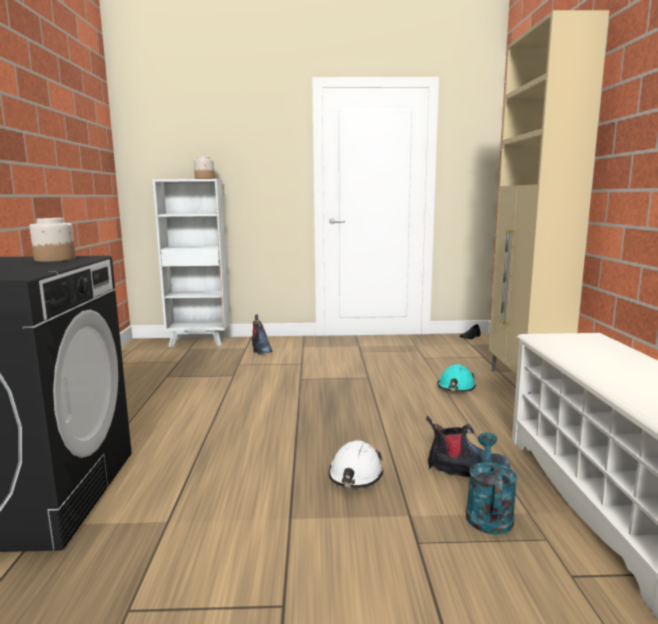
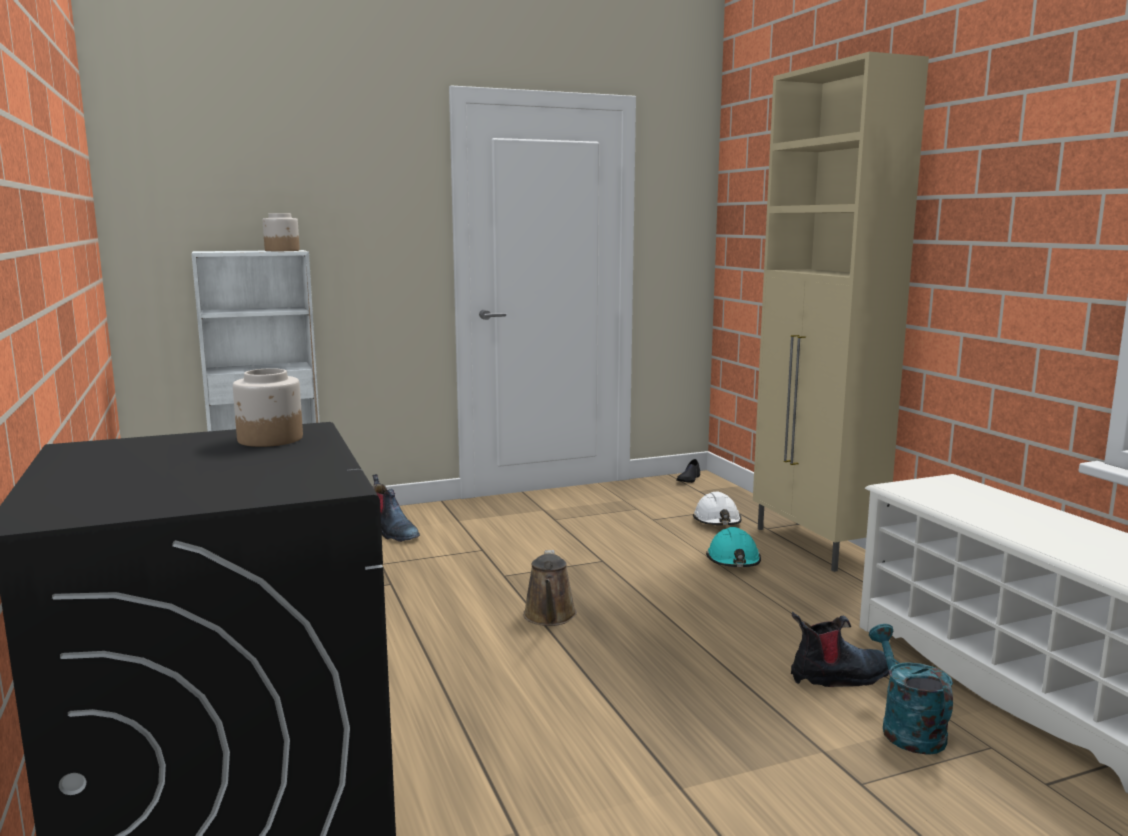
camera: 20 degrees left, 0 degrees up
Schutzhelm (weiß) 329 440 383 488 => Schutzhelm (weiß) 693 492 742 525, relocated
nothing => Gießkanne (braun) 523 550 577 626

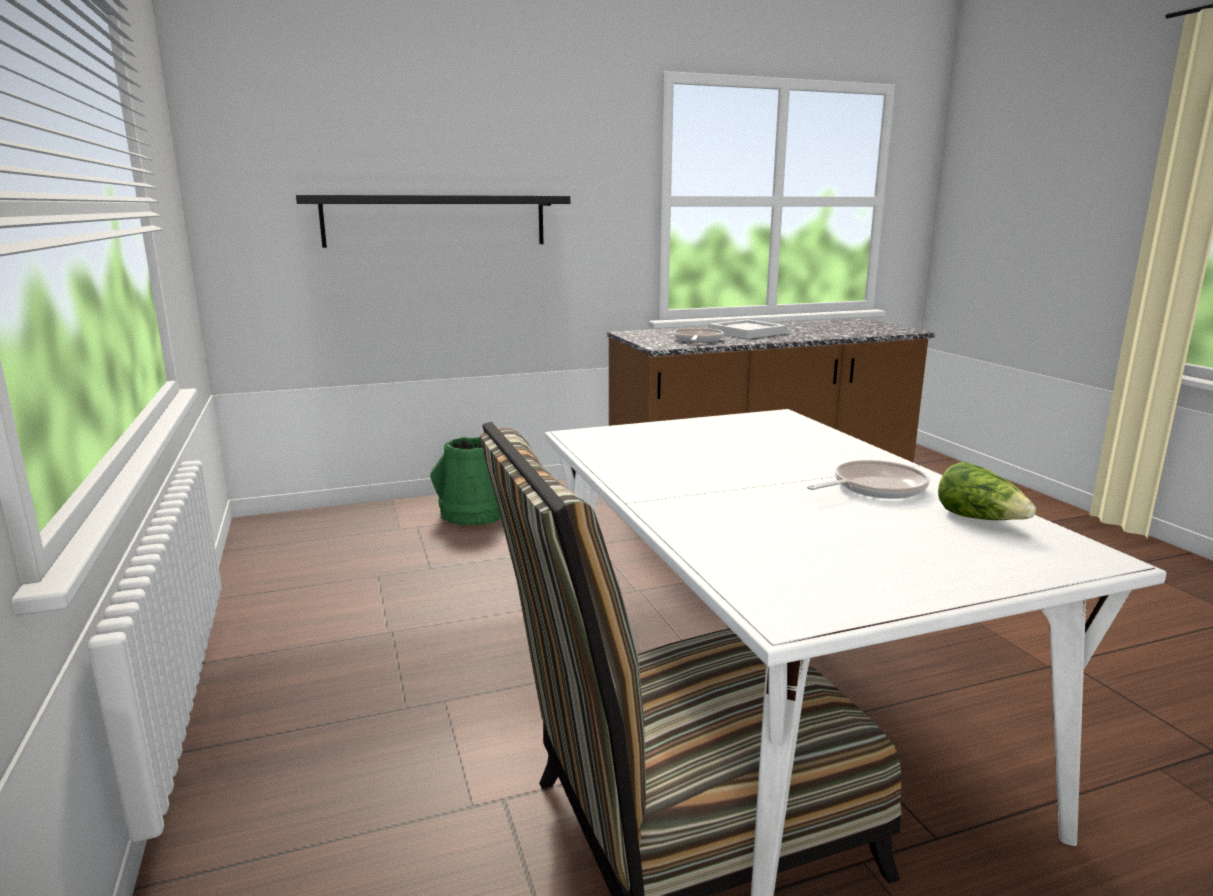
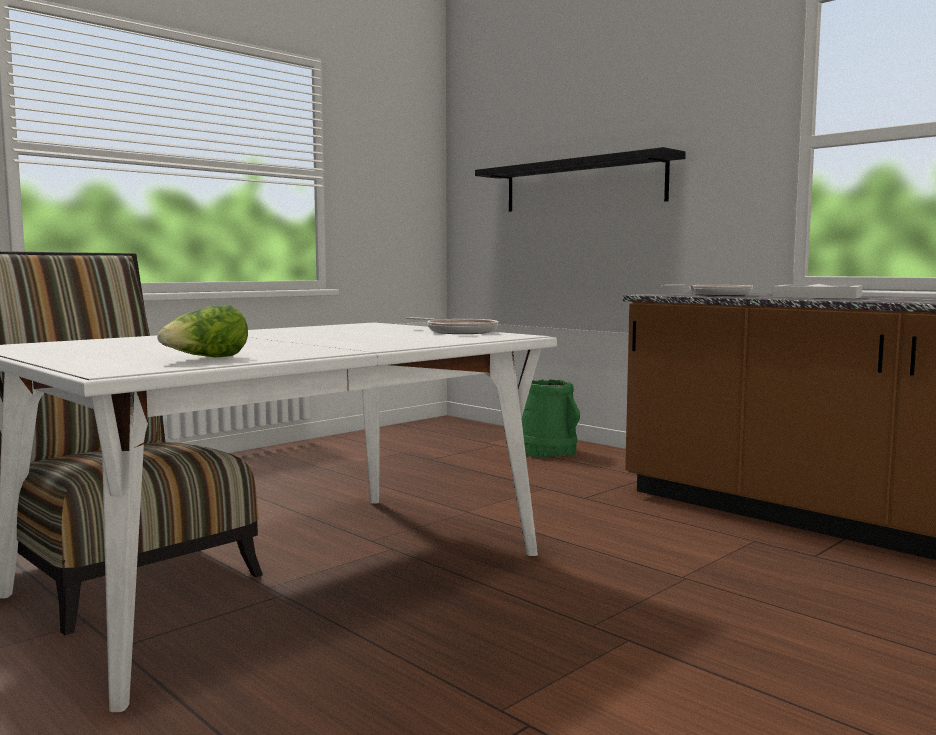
camera: 65 degrees right, 10 degrees down
Pfanne 807 460 930 499 => Pfanne 406 317 498 334, relocated

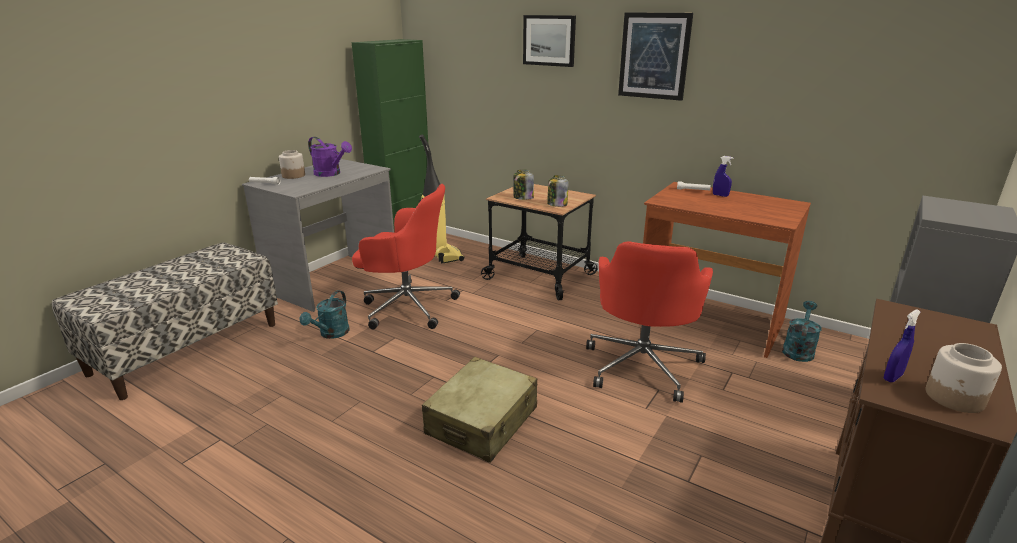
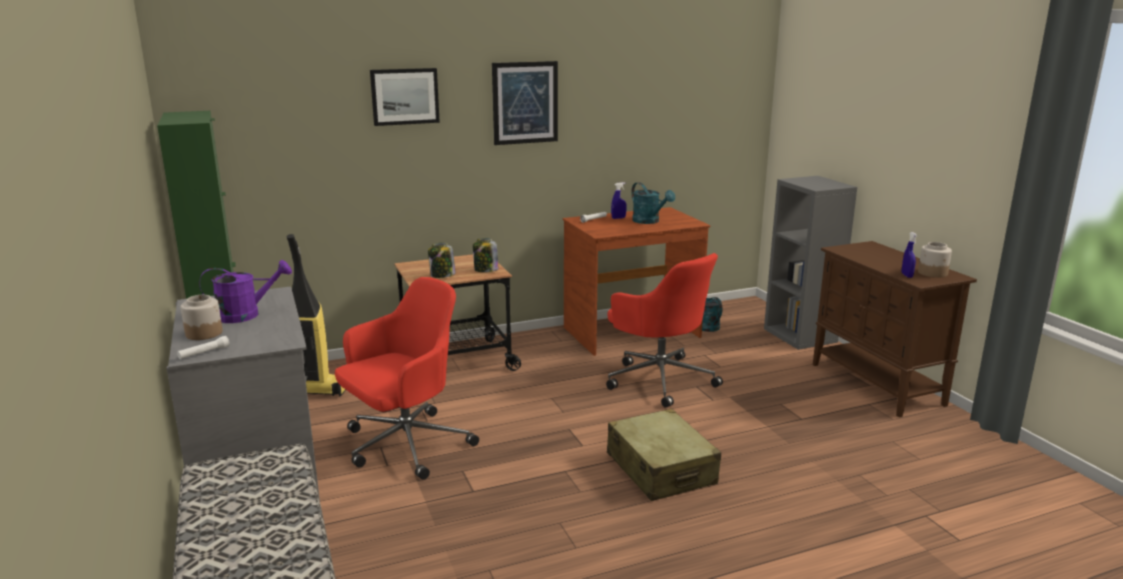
camera: 55 degrees left, 5 degrees down
Gießkanne (türkis) 300 290 350 339 => Gießkanne (türkis) 631 182 675 224, relocated

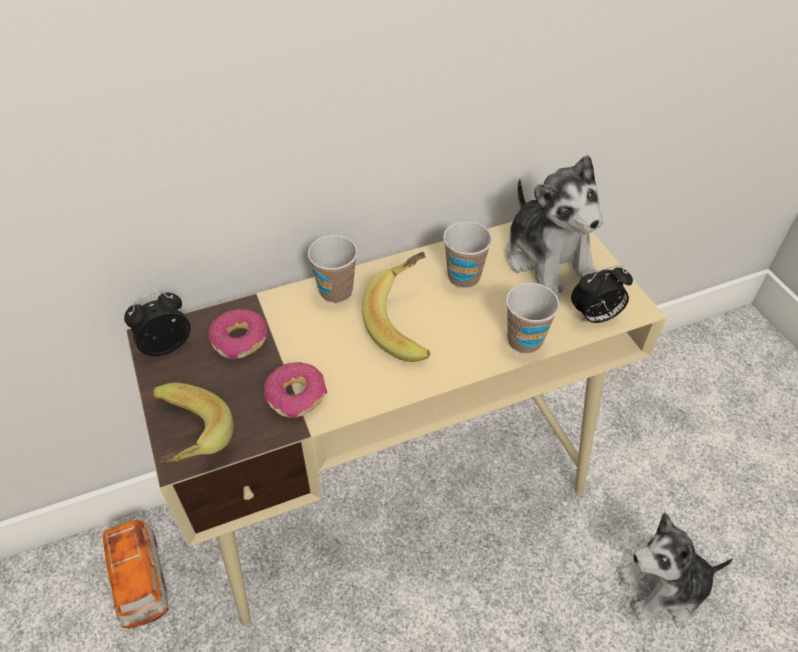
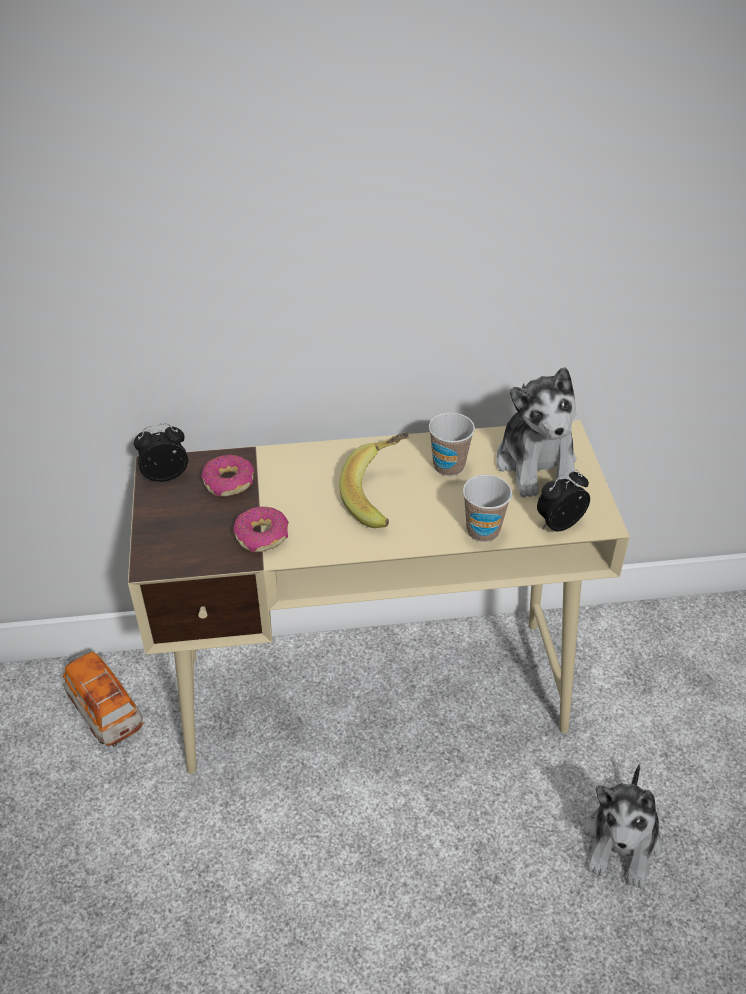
camera: 15 degrees right, 5 degrees down
Tasse 308 235 358 303 => nothing
Wecker 571 265 633 323 => Wecker 537 470 590 532, 150 degrees clockwise
Banane 152 383 234 464 => nothing
Plüschtier 618 512 733 623 => Plüschtier 584 764 662 889, 75 degrees counterclockwise
Spielzeugauto 103 519 169 628 => Spielzeugauto 61 652 144 747, 150 degrees clockwise

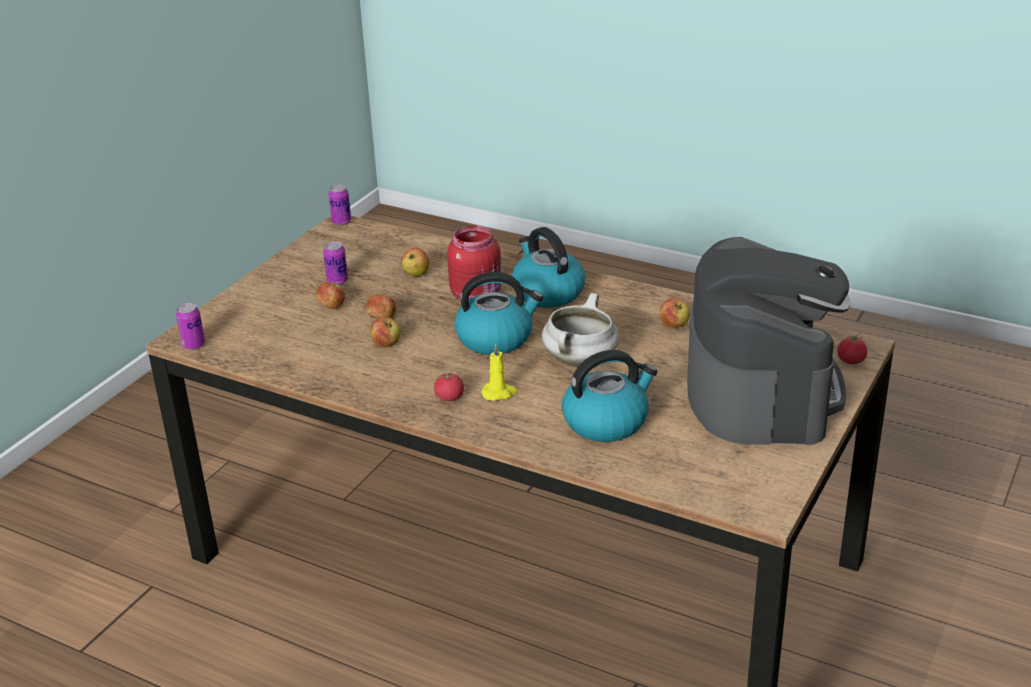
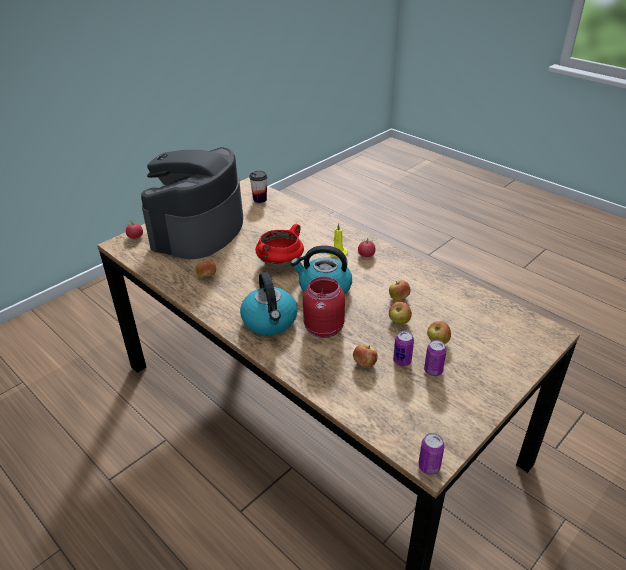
camera: 165 degrees left, 5 degrees up
Kochtopf (weiß) 542 293 619 367 => Kochtopf (rot) 256 224 304 268
Dose 176 303 205 350 => Dose 393 331 414 366, relocated
Wasserkessel 562 350 658 442 => nothing
nothing => Tasse 249 171 268 203

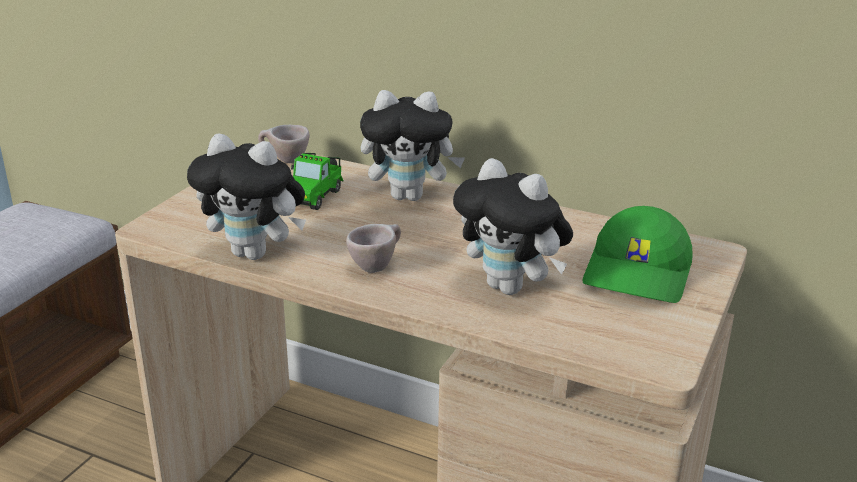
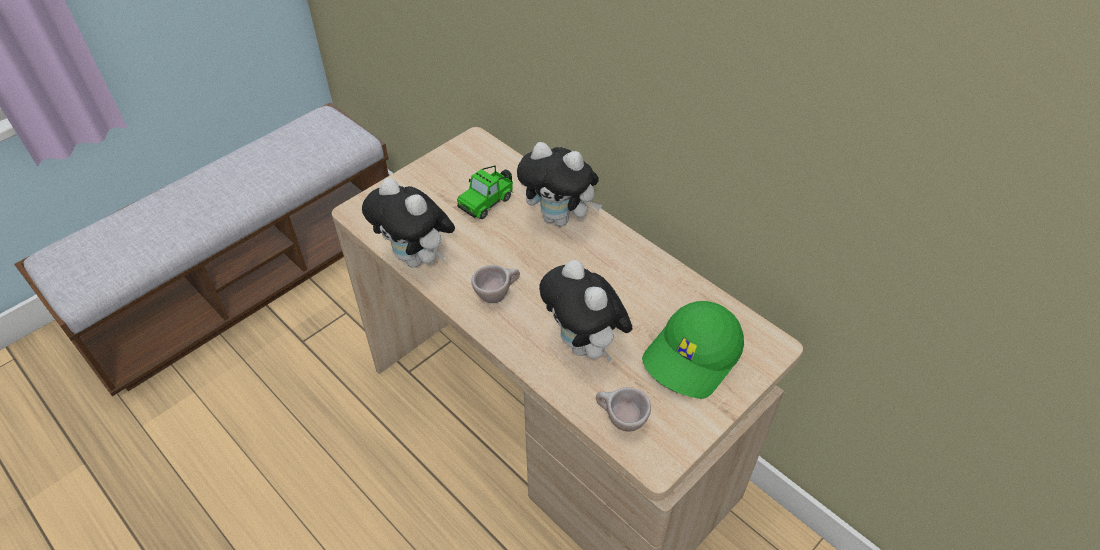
camera: 20 degrees right, 20 degrees up
Tasse (beige) 258 125 310 163 => Tasse (beige) 596 387 651 432, relocated

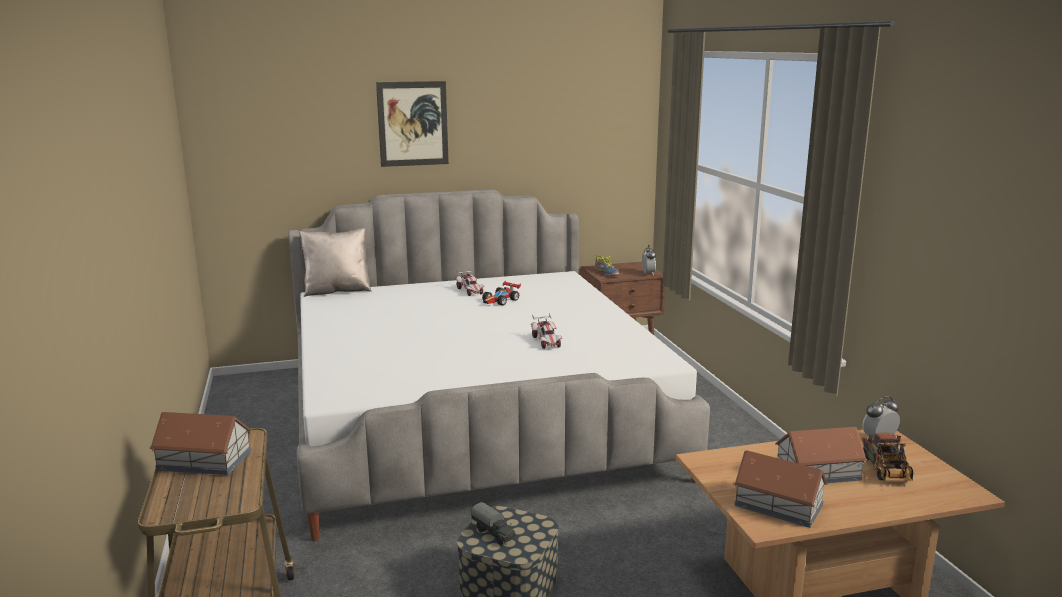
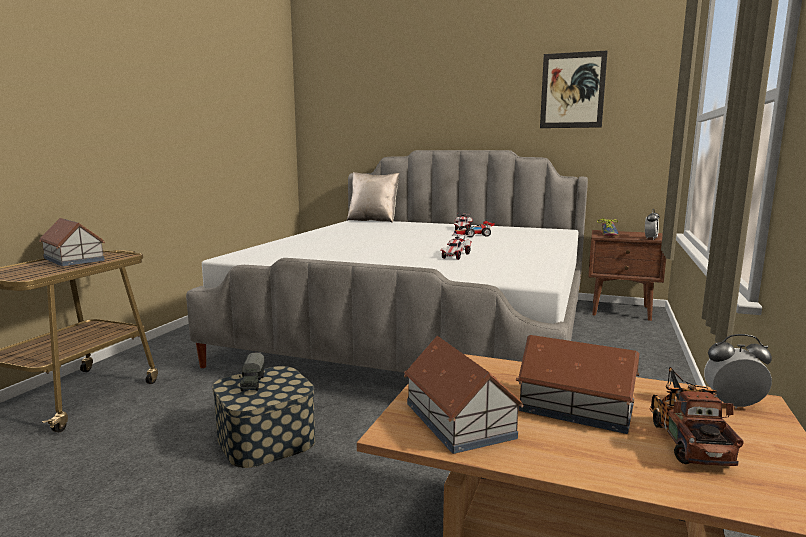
camera: 35 degrees right, 5 degrees down
Bild 376 81 449 167 => Bild 540 50 608 128, relocated
Spielzeuglaster 862 432 913 481 => Spielzeuglaster 650 367 744 466, 150 degrees clockwise

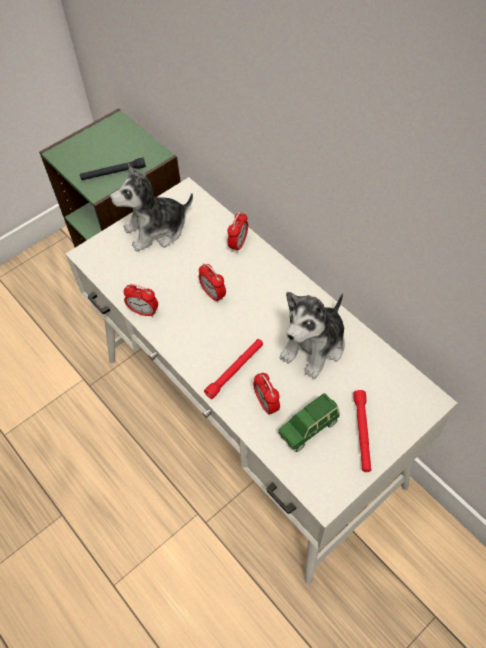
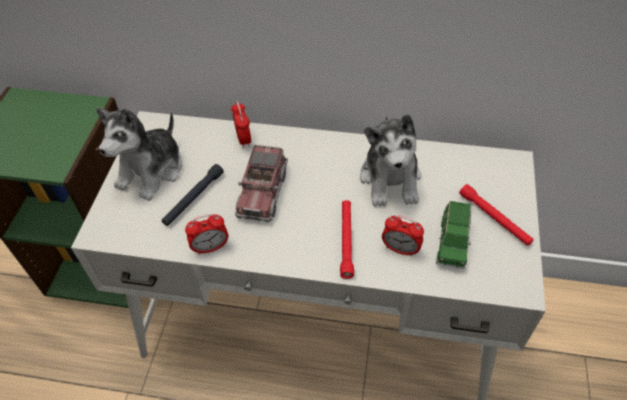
camera: 40 degrees left, 5 degrees down
Taschenlampe (schwarz) 80 158 146 180 => Taschenlampe (schwarz) 162 164 224 226, relocated
Wecker 199 264 226 303 => Spielzeuglaster 235 145 288 222

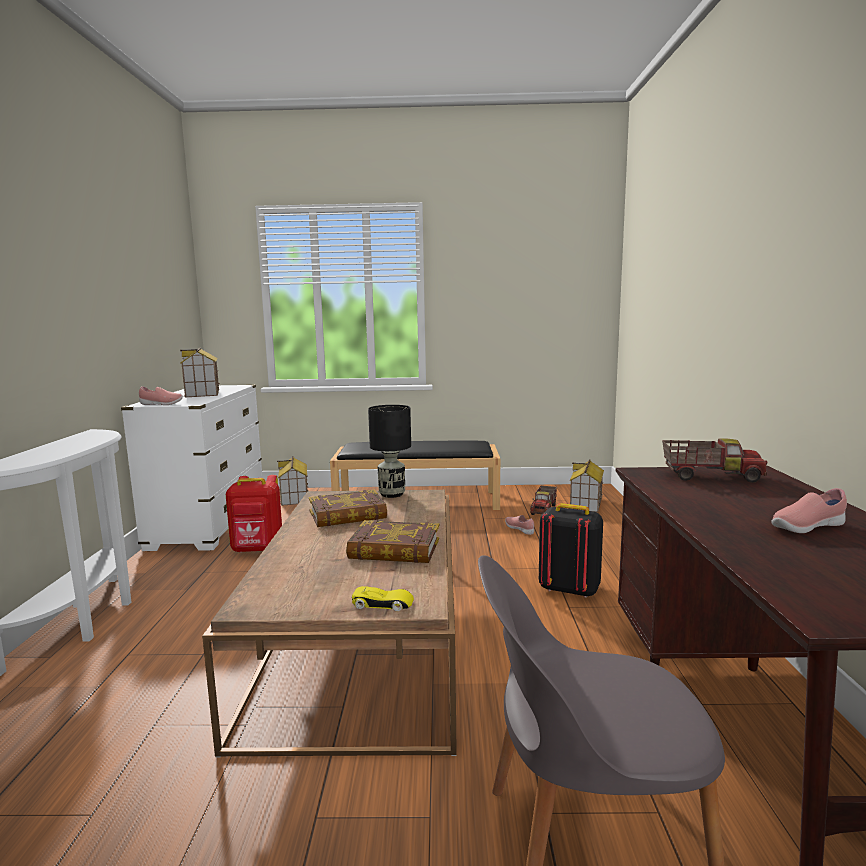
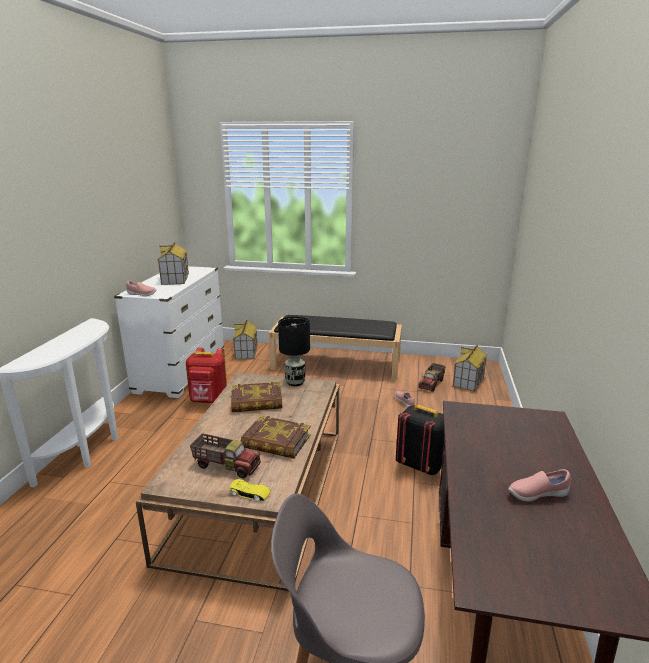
camera: 10 degrees right, 10 degrees up
Spielzeuglaster 662 438 768 483 => Spielzeuglaster 190 433 261 478, relocated

